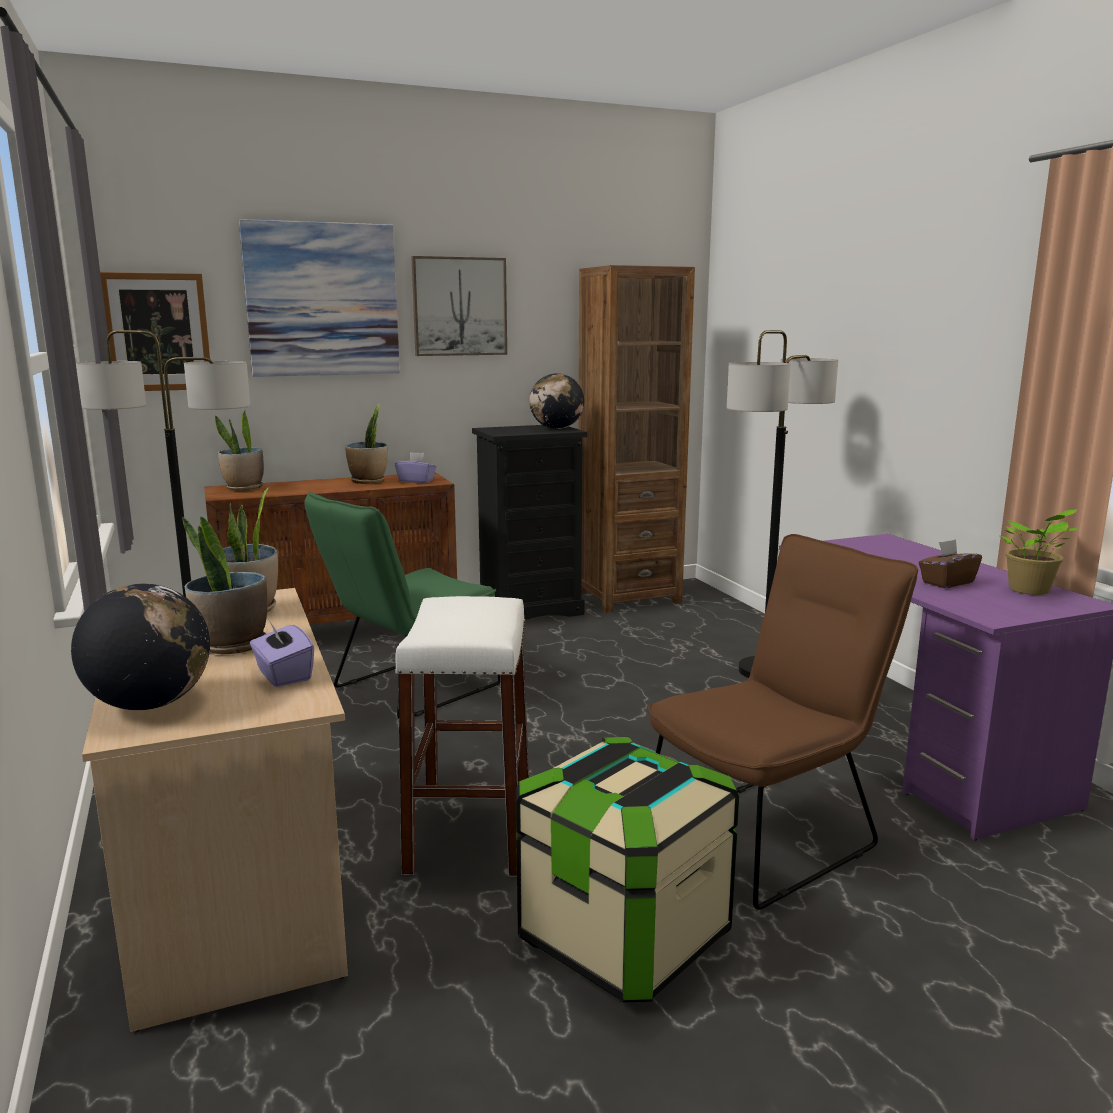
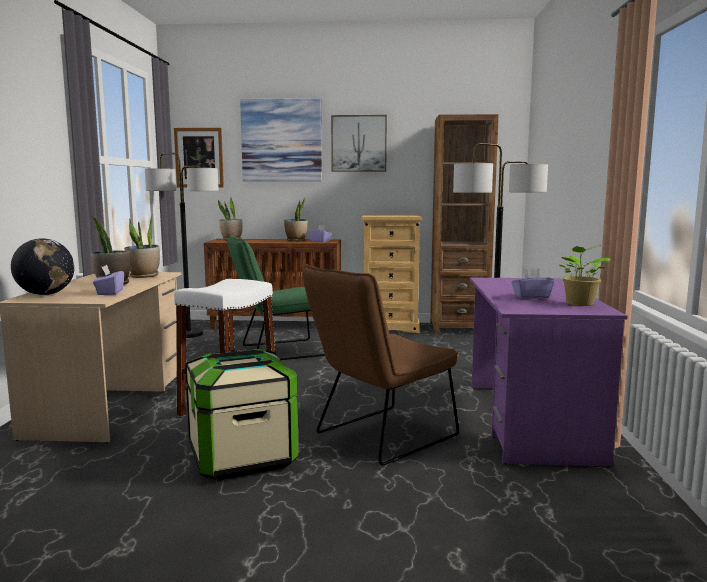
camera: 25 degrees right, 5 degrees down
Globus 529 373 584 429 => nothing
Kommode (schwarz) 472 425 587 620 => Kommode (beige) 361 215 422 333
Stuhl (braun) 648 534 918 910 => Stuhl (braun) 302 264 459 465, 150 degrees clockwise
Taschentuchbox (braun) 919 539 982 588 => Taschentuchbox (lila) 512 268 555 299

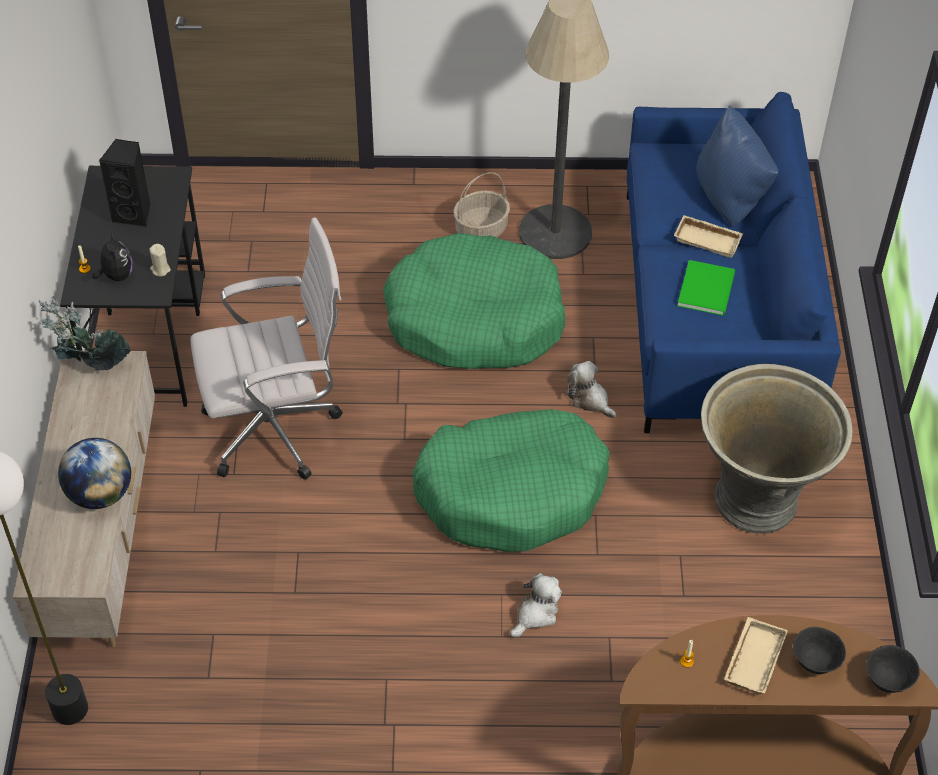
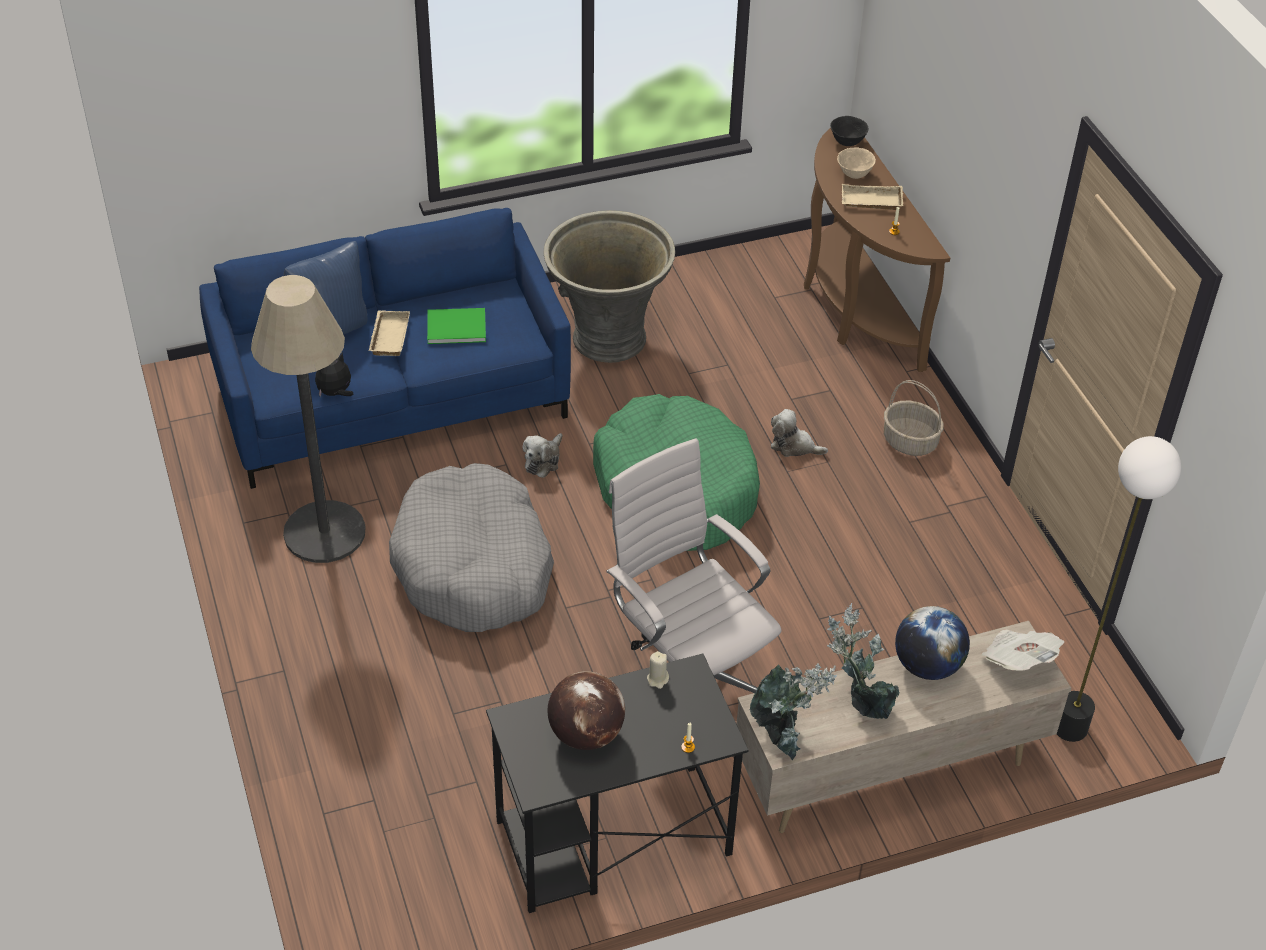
camera: 110 degrees left, 5 degrees down
Lautsprecher (schwarz) 99 139 151 228 => Globus 547 671 625 750
Korb 453 172 510 237 => Korb 884 380 944 456, relocated
Plüschtier 92 233 133 281 => Plüschtier 315 353 354 397, relocated
Hundebett (grün) 383 233 565 369 => Hundebett (grau) 389 463 554 632
Schüssel (schwarz) 793 627 846 674 => Schüssel (beige) 837 147 876 179
nothing => Topfpflanze 827 603 899 719
nothing => Zeitung 981 630 1065 671

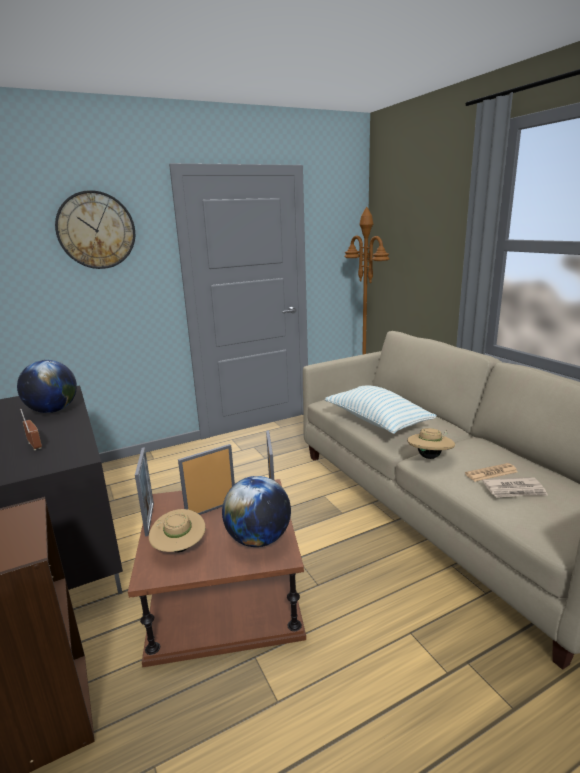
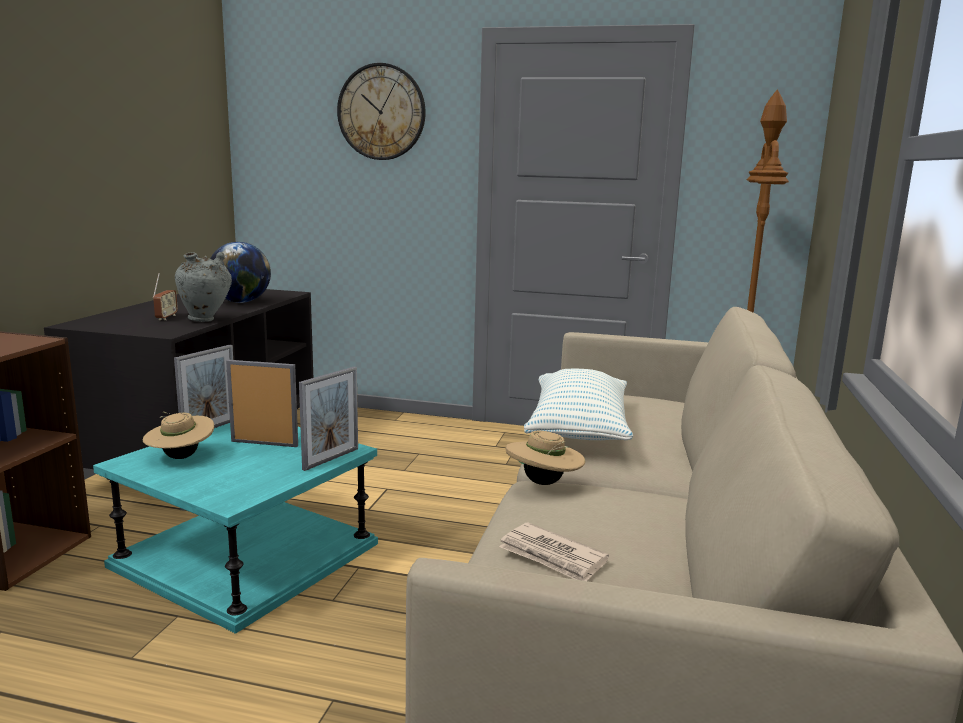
camera: 40 degrees right, 5 degrees down
Zeitung 465 463 518 482 => nothing
Globus 222 476 291 547 => nothing
Beistelltisch (braun) 128 479 306 667 => Beistelltisch (türkis) 93 423 378 634
nothing => Vase (grau) 175 252 232 322

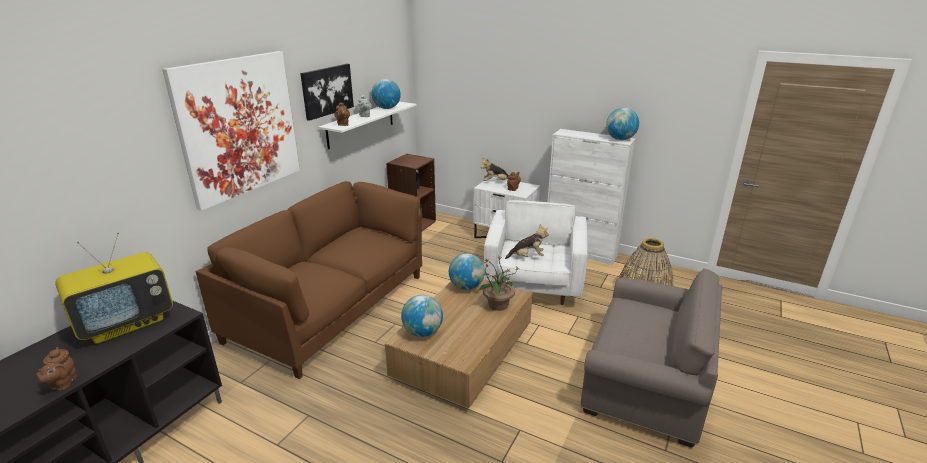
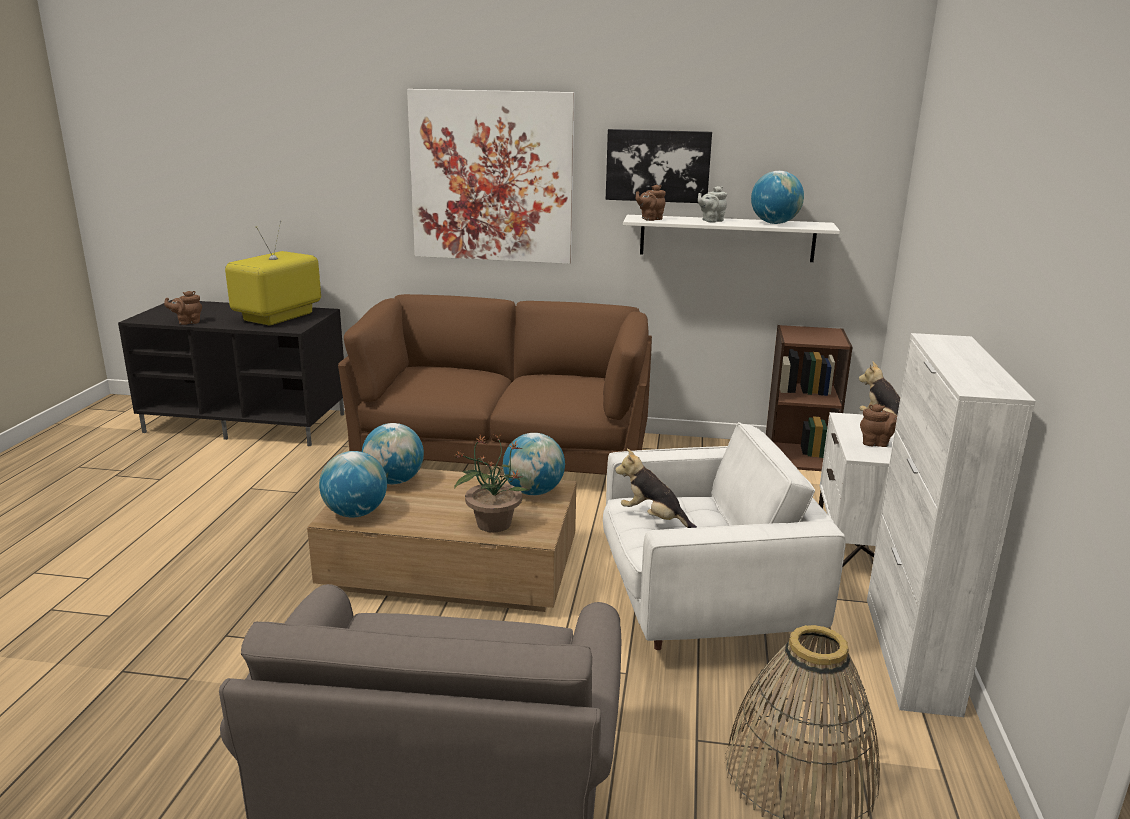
camera: 70 degrees right, 5 degrees down
Globus 606 108 639 140 => Globus 319 451 387 517, relocated
Plüschtier 505 224 549 259 => Plüschtier 615 449 698 528, 150 degrees clockwise
Fernseher 55 232 173 344 => Fernseher 225 221 321 326, 90 degrees clockwise

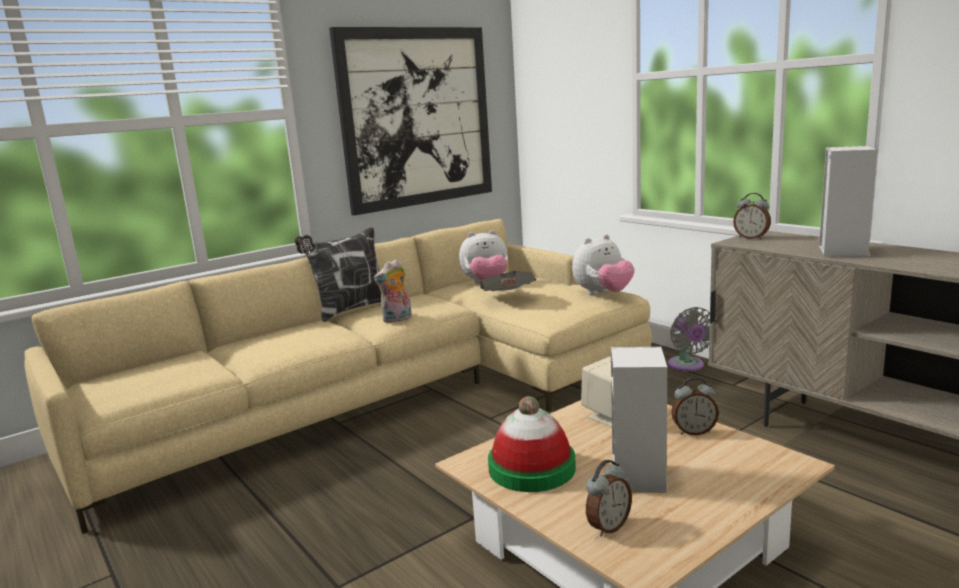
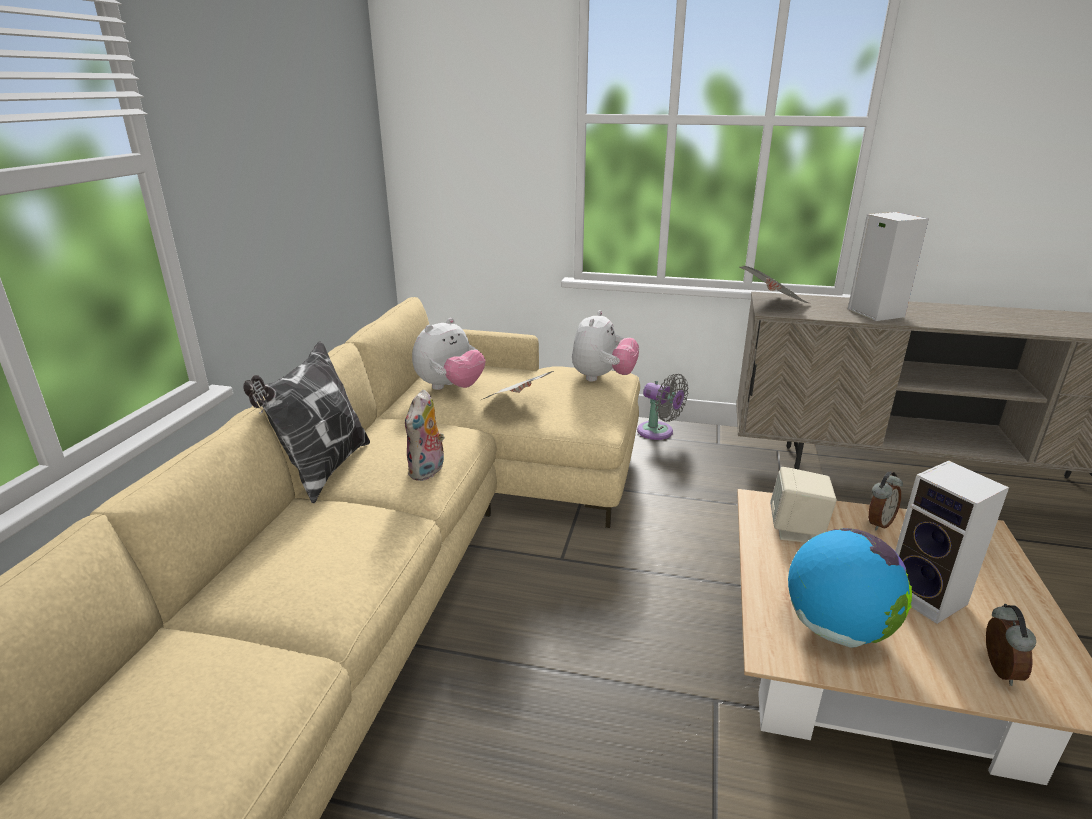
camera: 40 degrees left, 10 degrees up
Bild 329 27 492 216 => nothing
Wecker 733 193 771 239 => Zeitung 739 266 809 303
Hut 488 396 576 492 => Globus 788 528 912 648

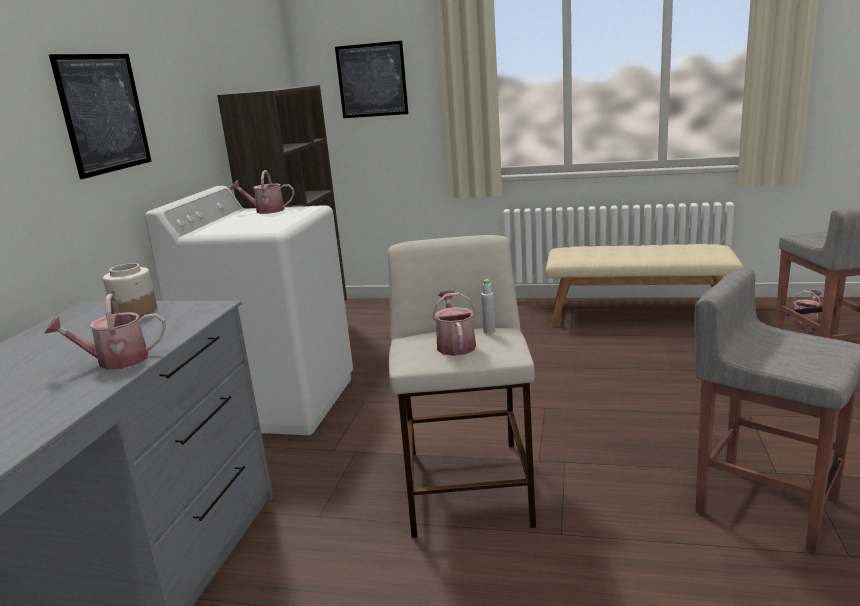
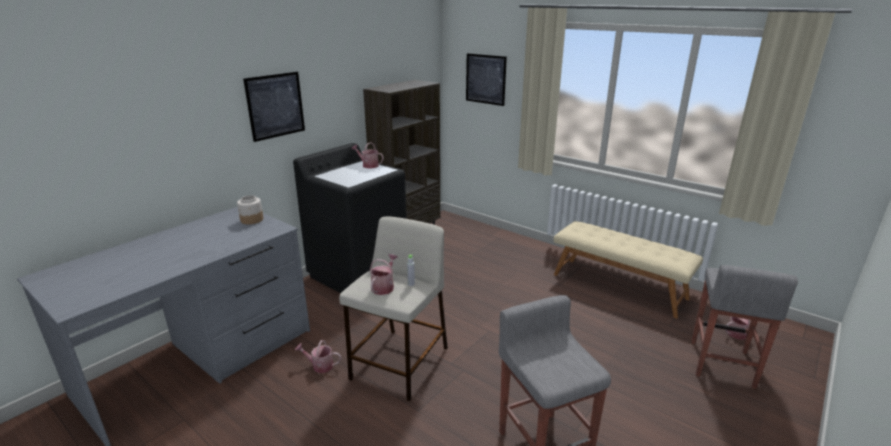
camera: 25 degrees right, 5 degrees up
Waschmaschine (weiß) 145 186 353 435 => Waschmaschine (schwarz) 293 143 407 293
Gießkanne 44 294 166 370 => Gießkanne 295 340 341 373, relocated

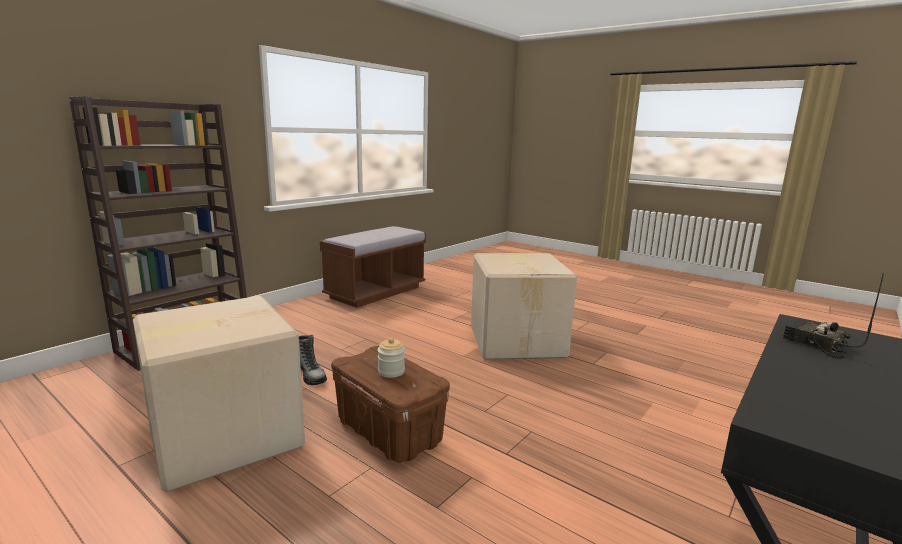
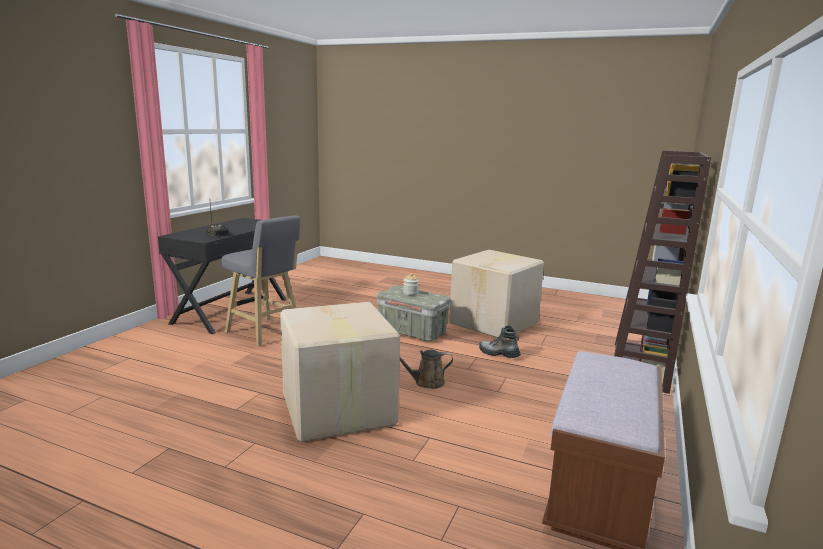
camera: 165 degrees right, 0 degrees up
Aufbewahrungsbox (braun) 331 346 450 463 => Aufbewahrungsbox (grau) 376 285 451 341
nothing => Hocker (grau) 222 216 300 346
nothing => Gießkanne (braun) 400 350 453 389

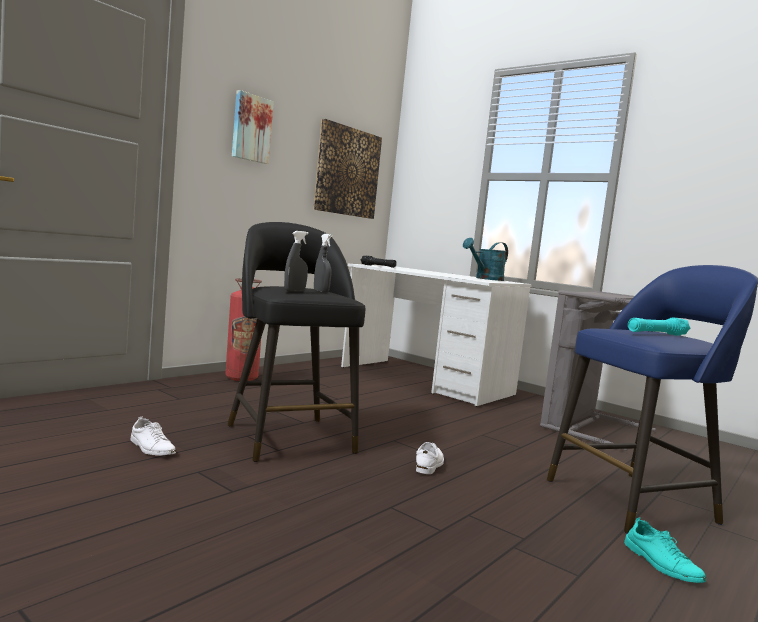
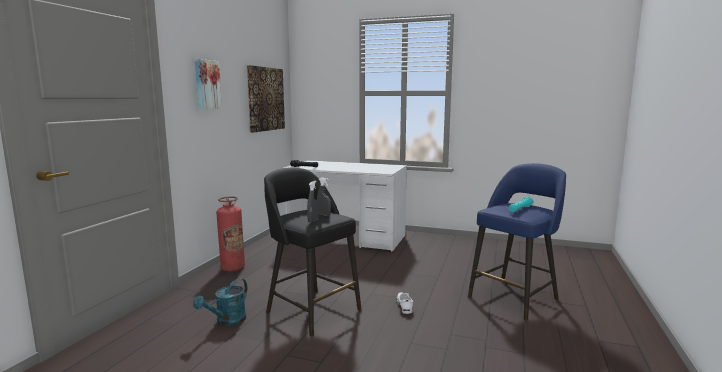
camera: 20 degrees left, 5 degrees up
Gießkanne (türkis) 463 238 508 281 => Gießkanne (türkis) 193 278 247 326, relocated
Wäschekorb (grau) 540 290 656 451 => nothing
Schuh (weiß) 130 417 176 456 => nothing
Schuh (türkis) 624 518 706 583 => nothing

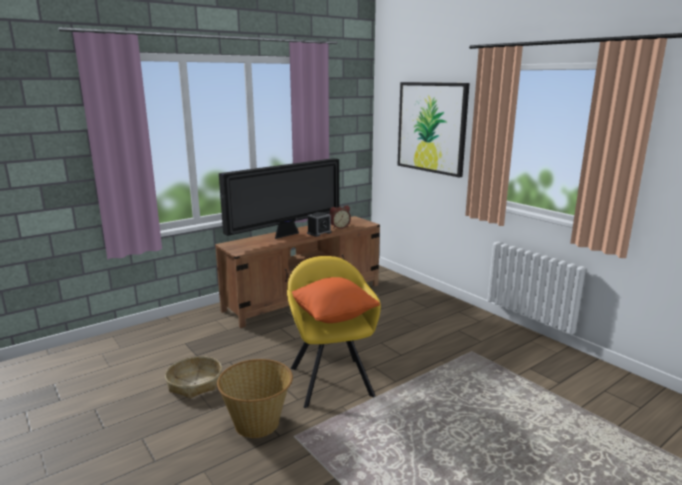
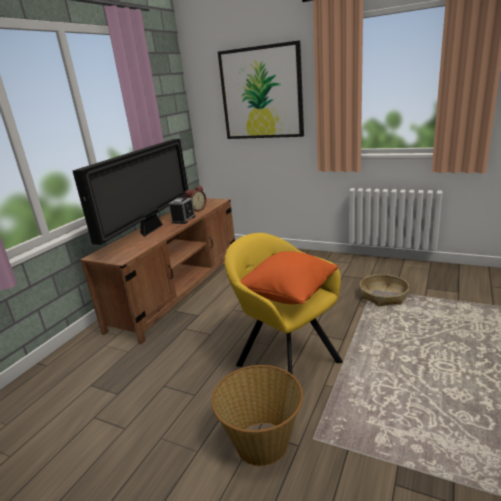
camera: 25 degrees left, 5 degrees up
Korb 165 356 222 399 => Korb 360 274 409 307, relocated

